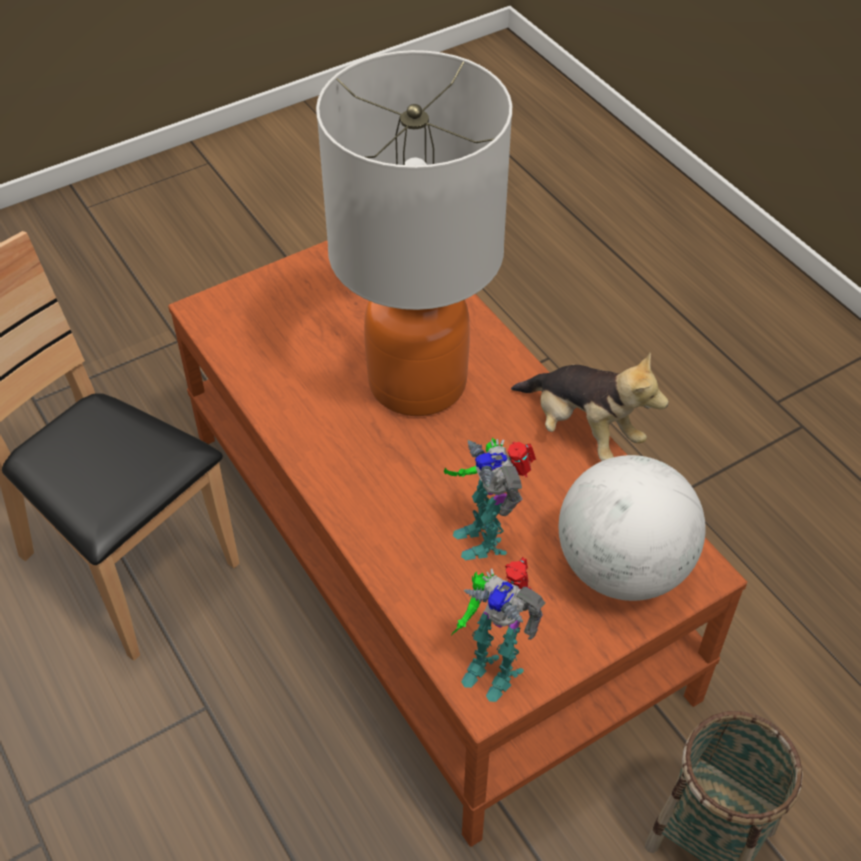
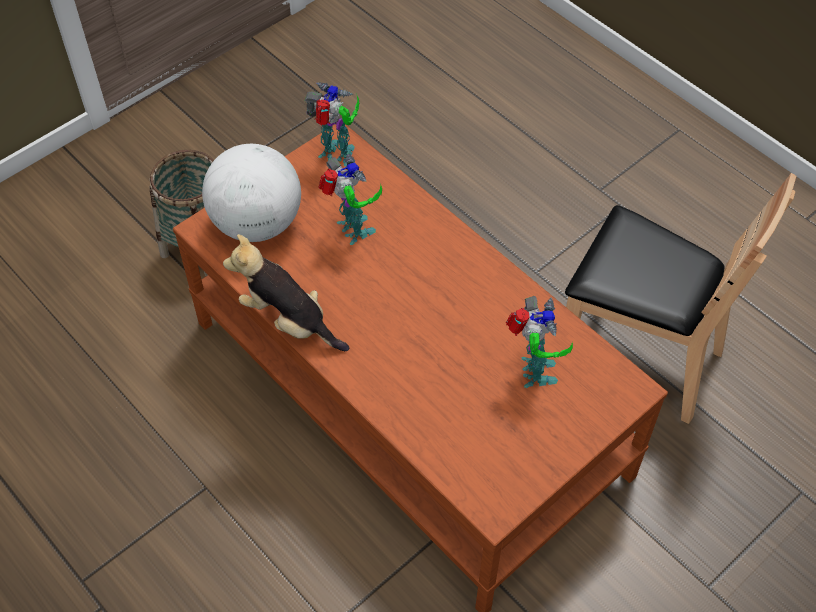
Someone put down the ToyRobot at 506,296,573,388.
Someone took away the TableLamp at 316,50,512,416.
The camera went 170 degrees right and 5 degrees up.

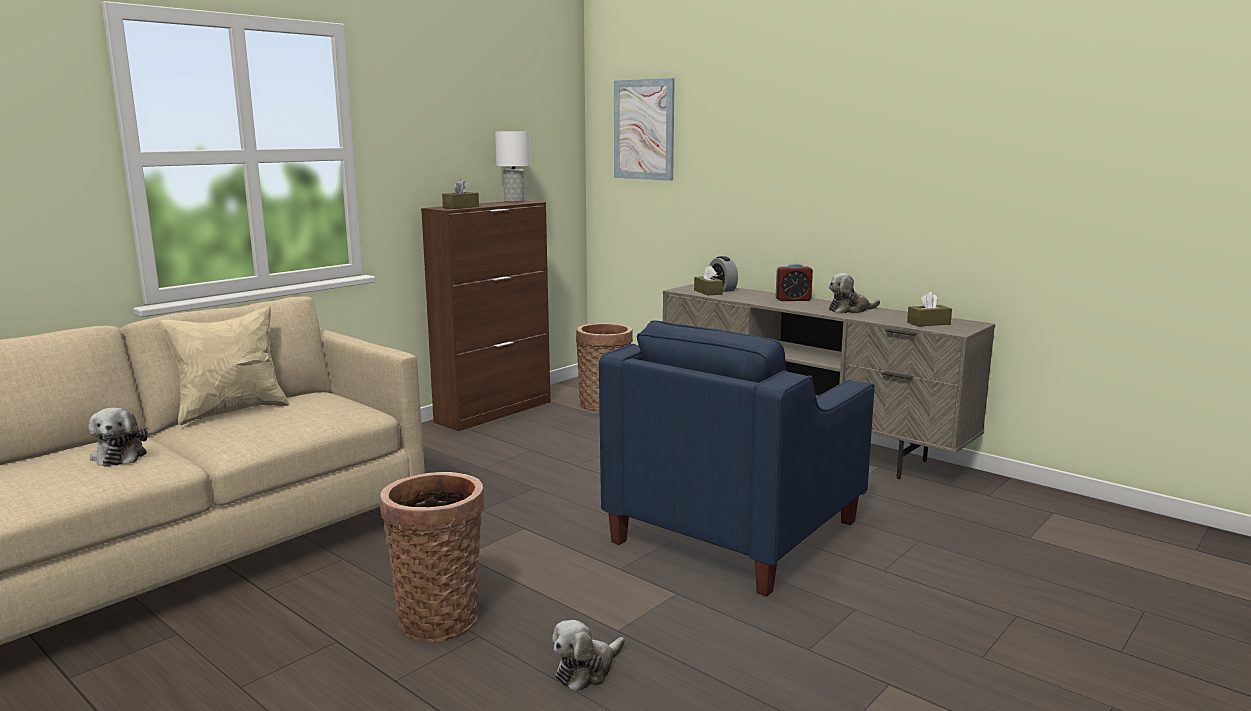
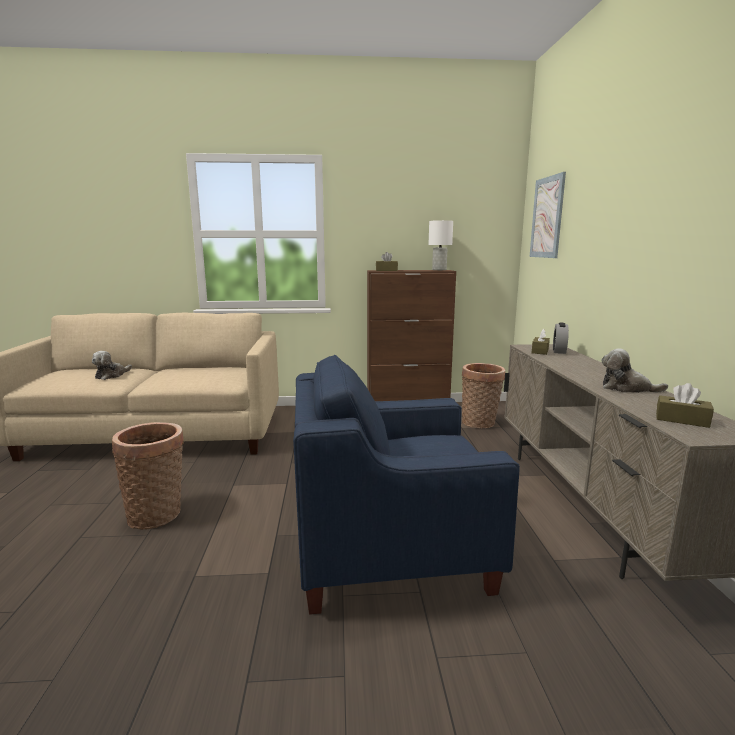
Someone took away the BeigePillow at 159,306,290,426.
Someone took away the PlushToy at 552,620,625,692.
Someone took away the AlarmClock at 776,263,813,301.
The camera went 45 degrees right and 0 degrees up.

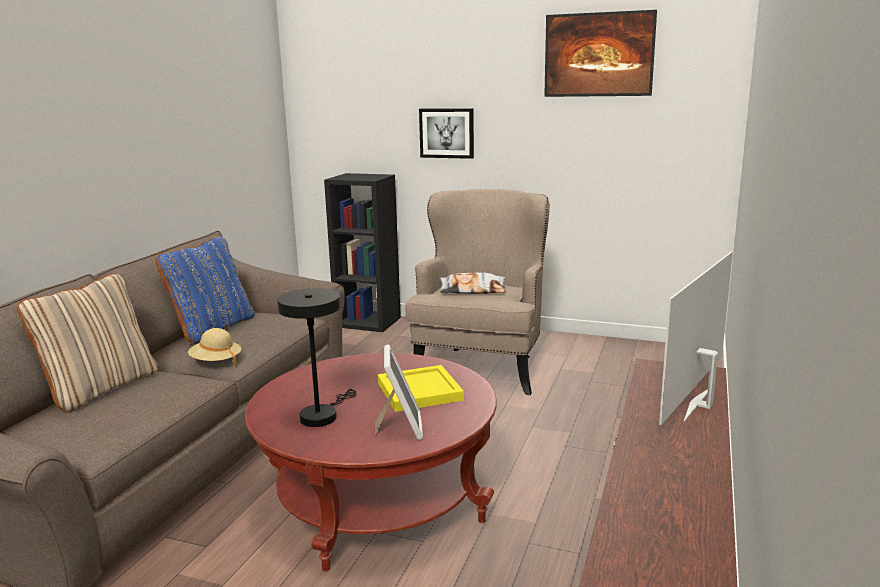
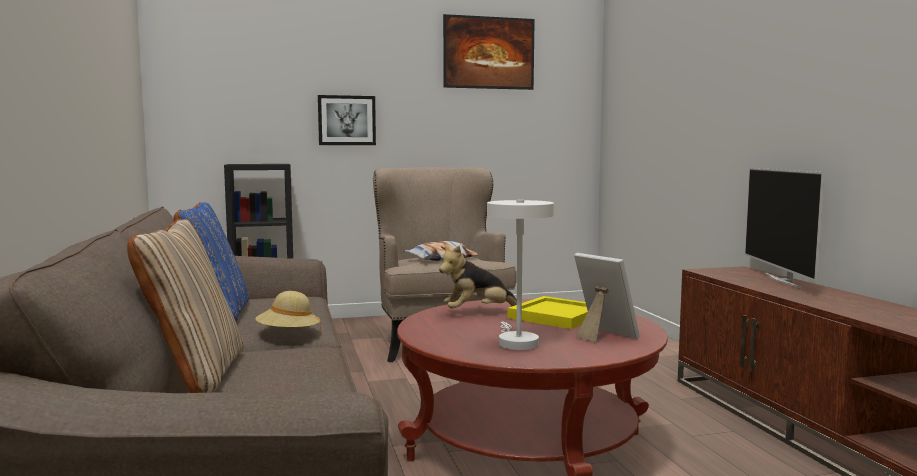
Someone put down the PlushToy at 439,245,517,308.
Someone repainted the BlackTableLamp at 277,288,357,427, which became the WhiteTableLamp at 487,200,554,350.
The camera went 35 degrees left and 10 degrees down.

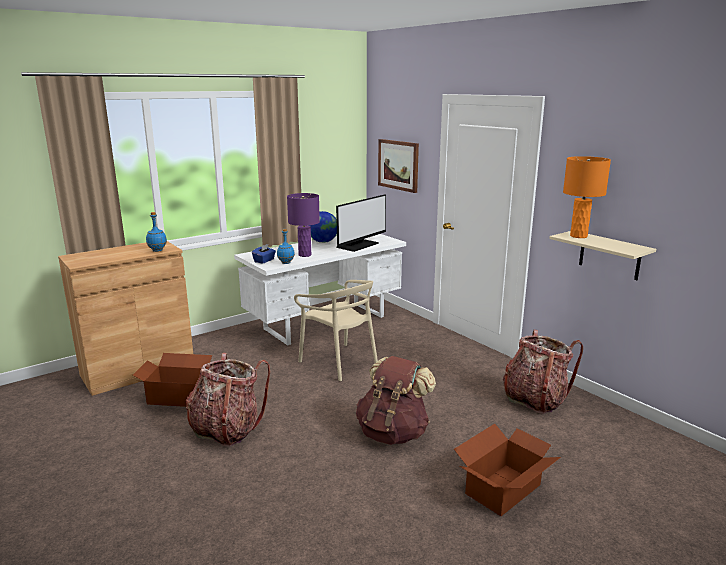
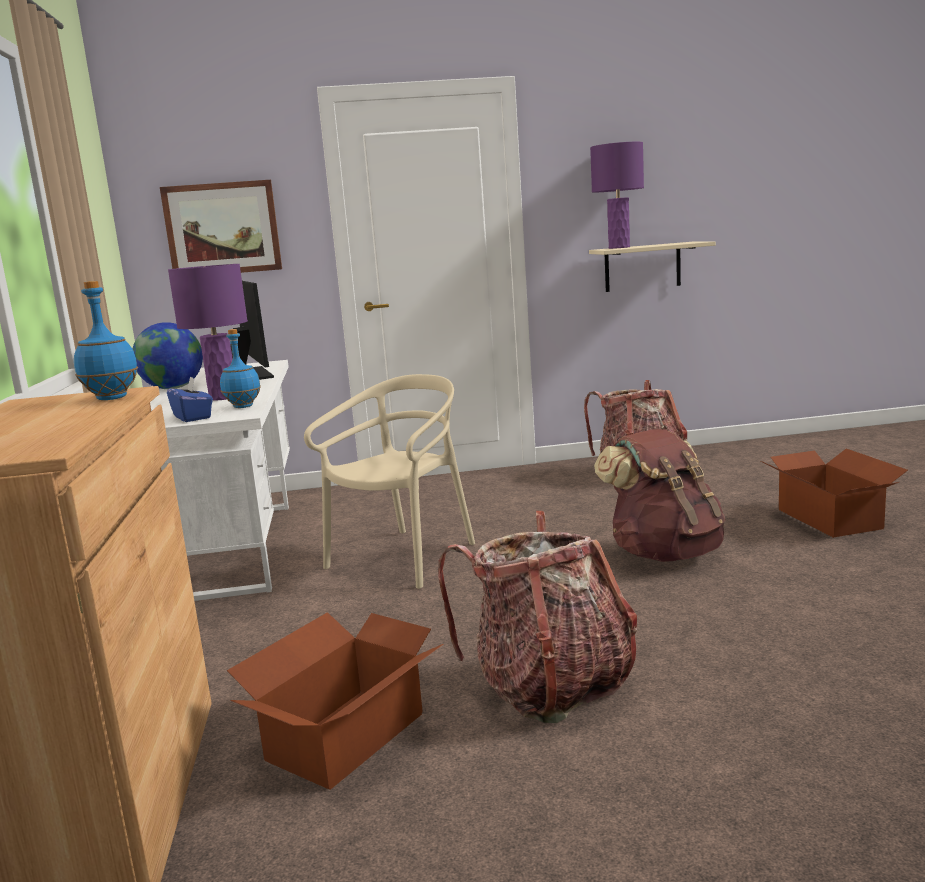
Someone rotated the BeigeChair at 294,280,378,381 by 45 degrees counterclockwise.
Someone repainted the OrangeTableLamp at 563,156,611,238, which became the PurpleTableLamp at 590,142,644,249.
The camera went 60 degrees left and 5 degrees down.

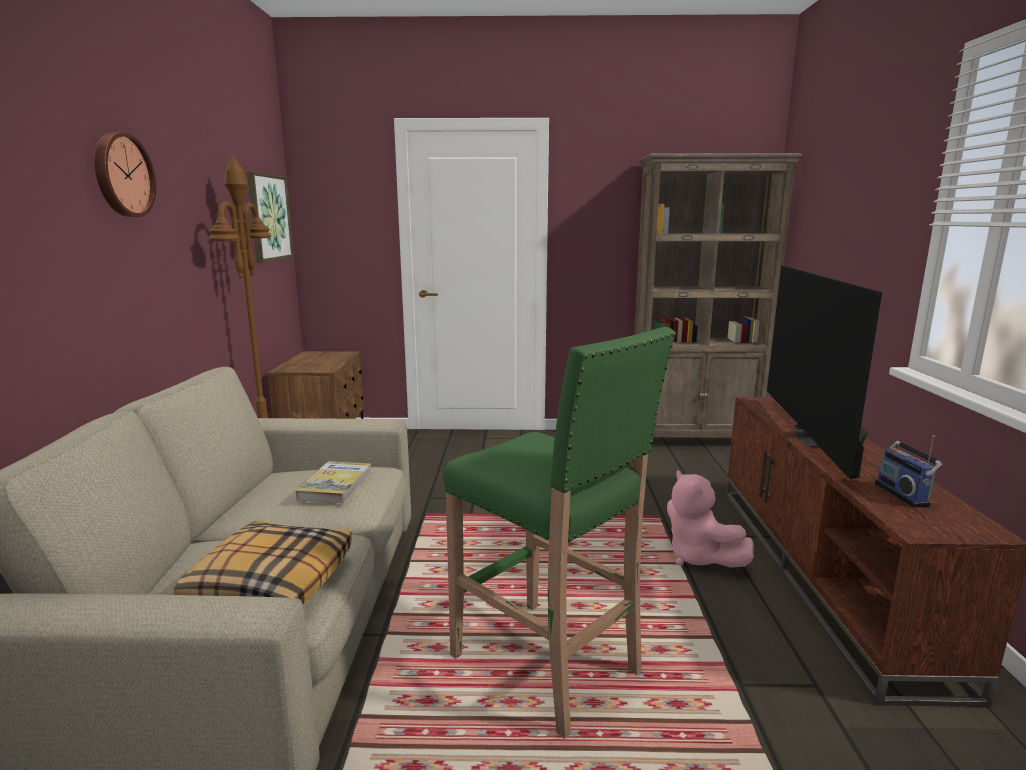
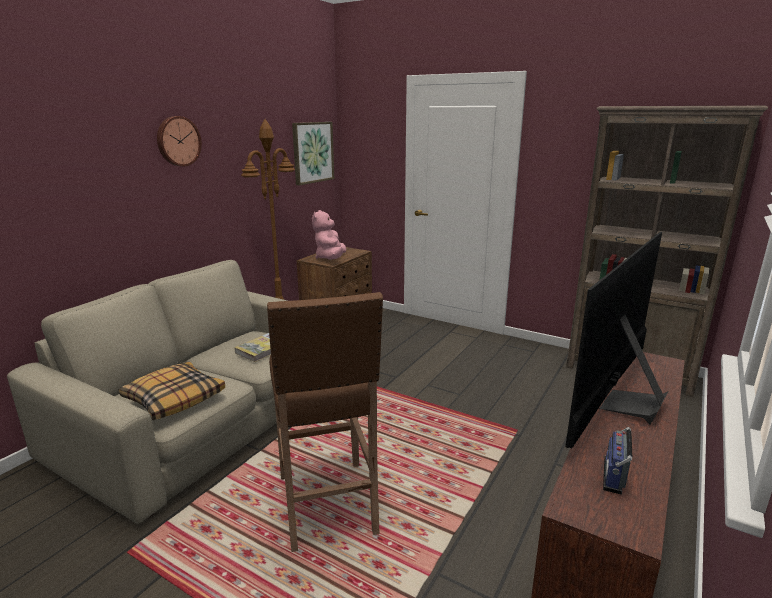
Someone repainted the GreenStool at 443,327,676,739, which became the BrownStool at 267,292,383,552.
Someone carried the PinkPlushToy from 667,470,754,568 to 312,210,346,260.
The camera went 30 degrees right and 5 degrees up.

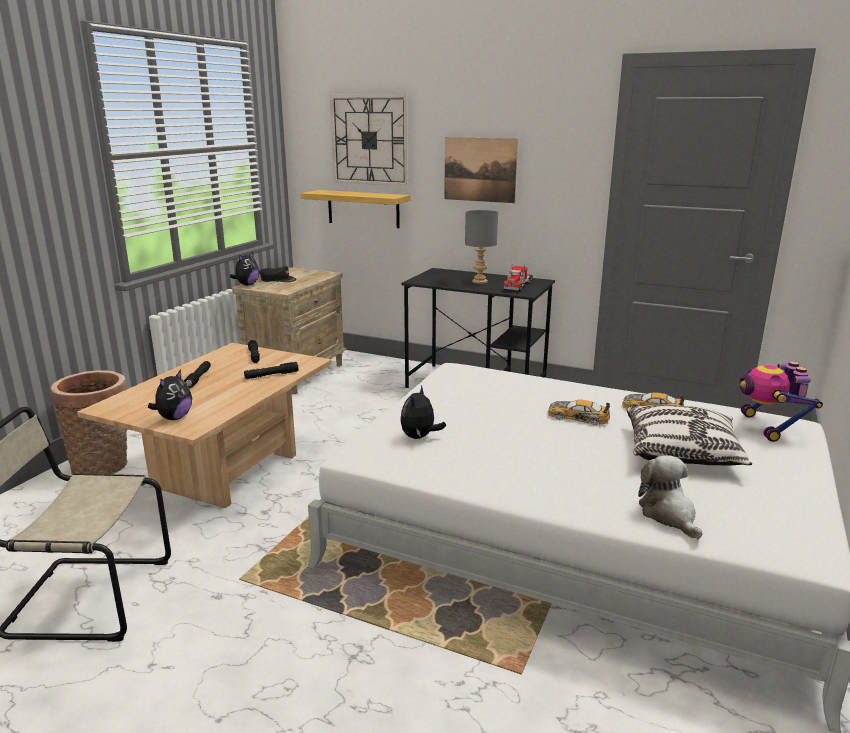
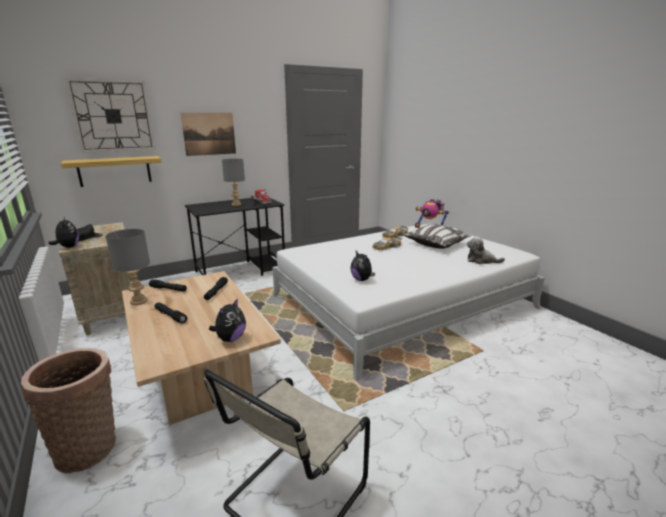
Someone put down the GreyTableLamp at 106,229,150,305.
Someone rotated the PlushToy at 148,370,192,420 by 60 degrees clockwise.
The camera went 55 degrees left and 0 degrees up.

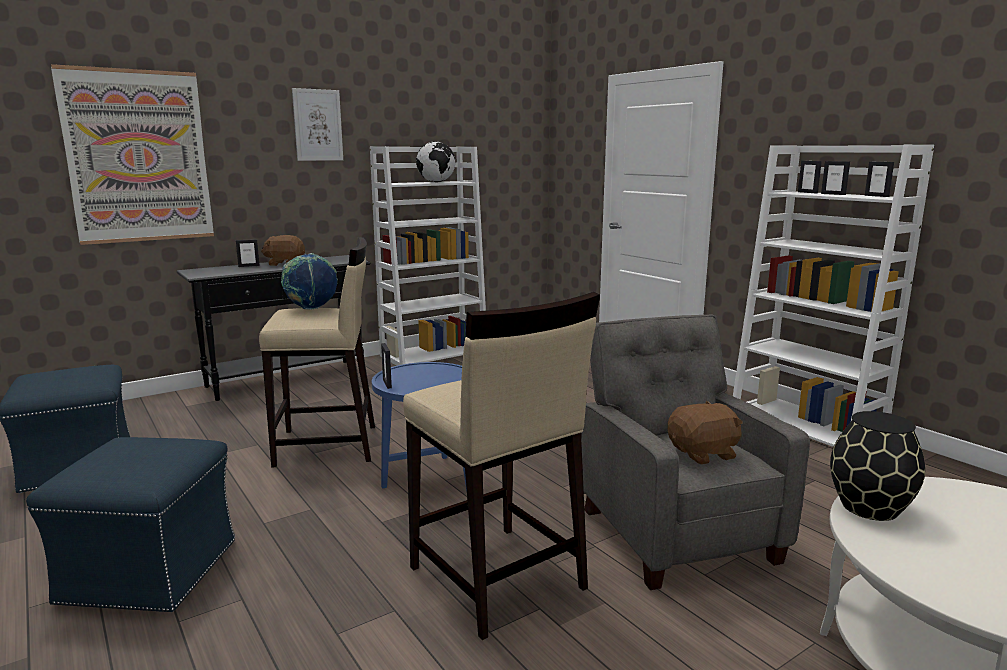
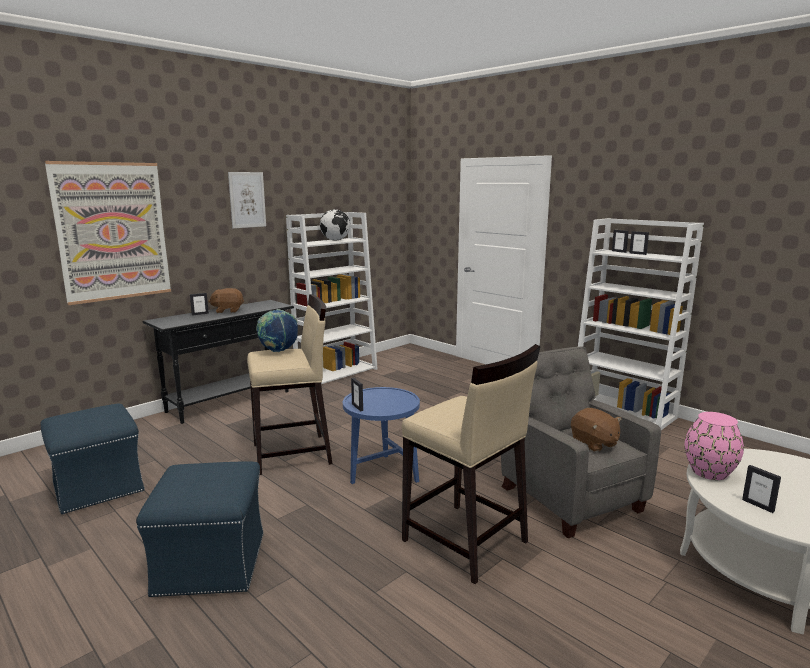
Someone rotated the BrownPlushToy at 668,401,743,465 by 90 degrees clockwise.
Someone repainted the BlackVase at 830,411,925,521, which became the PinkVase at 685,412,744,480.
Someone carried the PictureFrame from 865,162,894,197 to 742,465,781,513.
The camera went 10 degrees left and 0 degrees up.

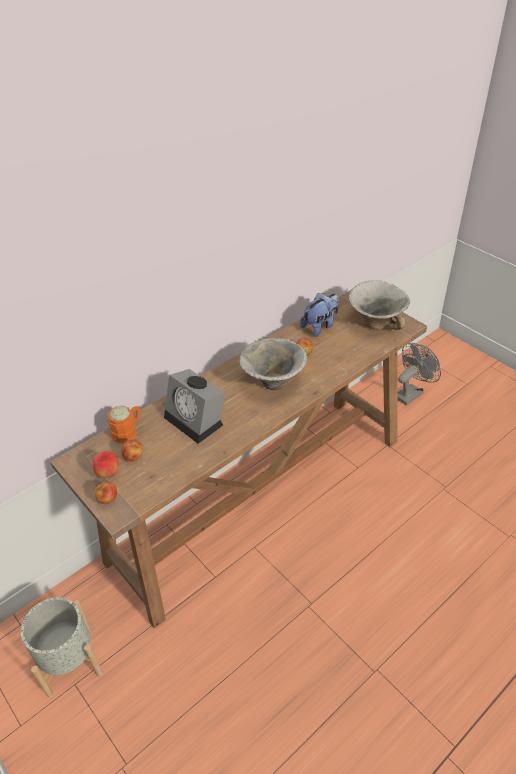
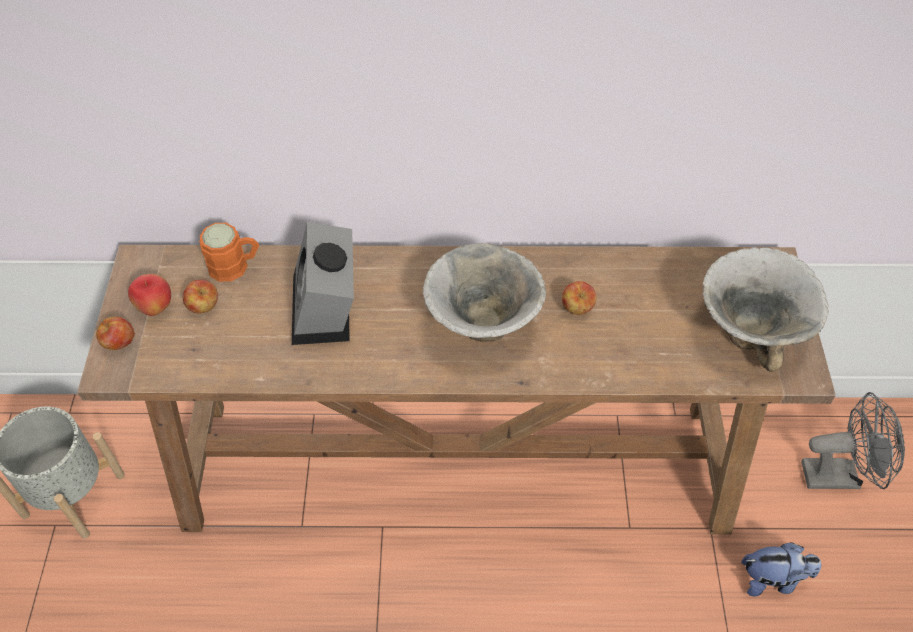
Someone carried the PlushToy from 300,293,339,337 to 741,542,821,596.
The camera went 40 degrees right and 10 degrees up.

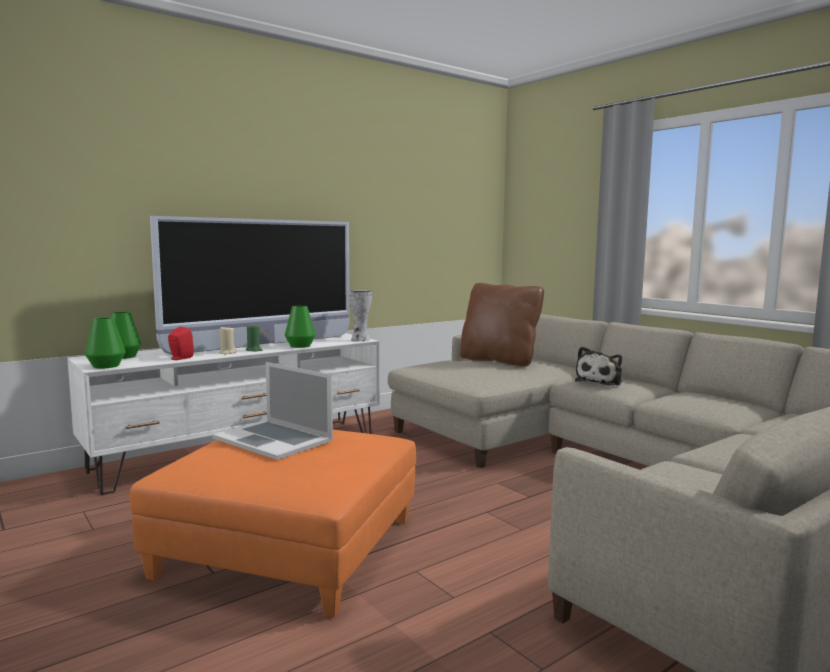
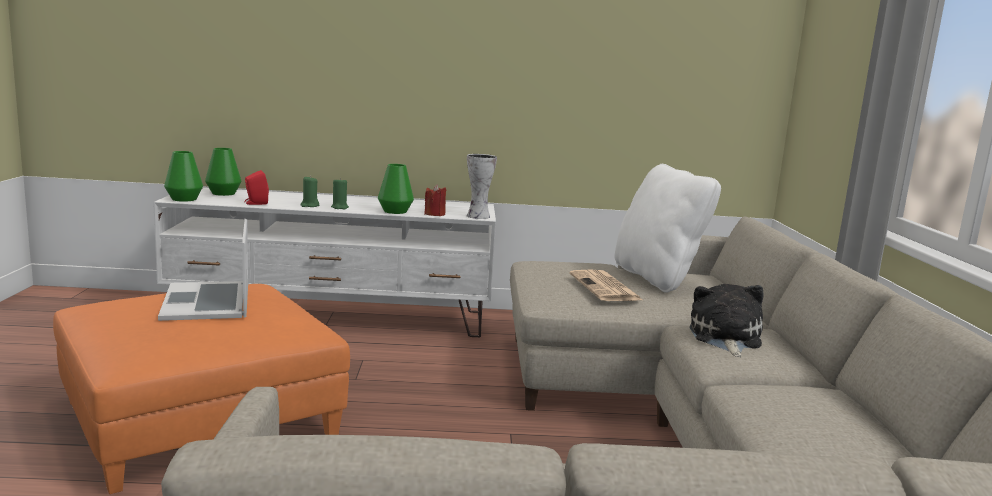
Someone repainted the BeigeCandle at 219,325,237,355, which became the GreenCandle at 300,176,319,207.
Someone put down the RedCandle at 424,184,446,216.
Someone put down the Newspaper at 570,270,644,301.
Someone repainted the BrownPillow at 460,283,544,367, which became the WhitePillow at 615,164,721,293.
Someone rotated the PlushToy at 575,346,623,386 by 120 degrees clockwise.
Someone took away the Television at 150,216,350,355.
The camera went 35 degrees right and 5 degrees up.

